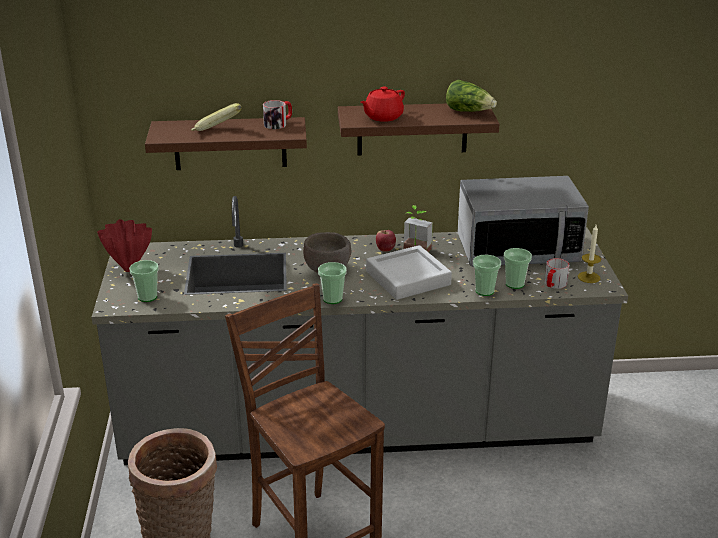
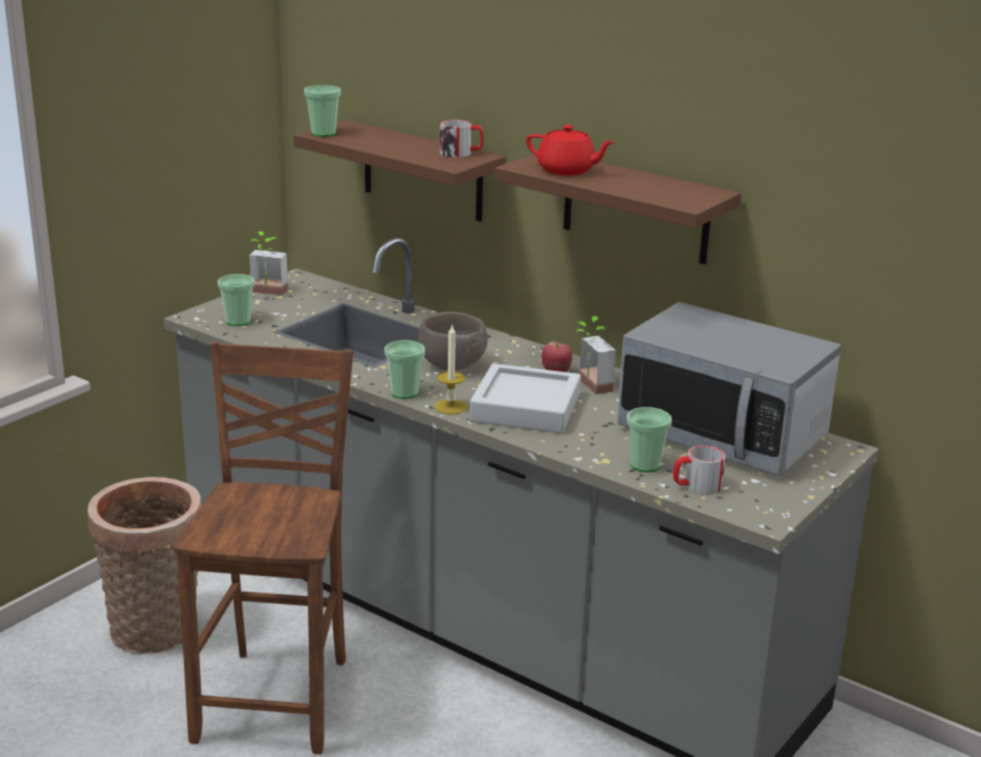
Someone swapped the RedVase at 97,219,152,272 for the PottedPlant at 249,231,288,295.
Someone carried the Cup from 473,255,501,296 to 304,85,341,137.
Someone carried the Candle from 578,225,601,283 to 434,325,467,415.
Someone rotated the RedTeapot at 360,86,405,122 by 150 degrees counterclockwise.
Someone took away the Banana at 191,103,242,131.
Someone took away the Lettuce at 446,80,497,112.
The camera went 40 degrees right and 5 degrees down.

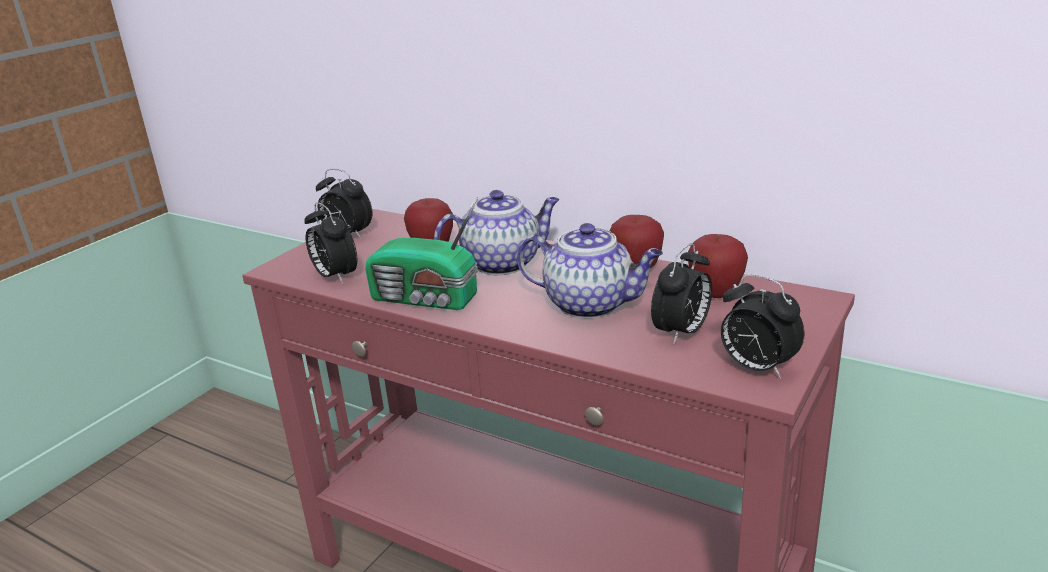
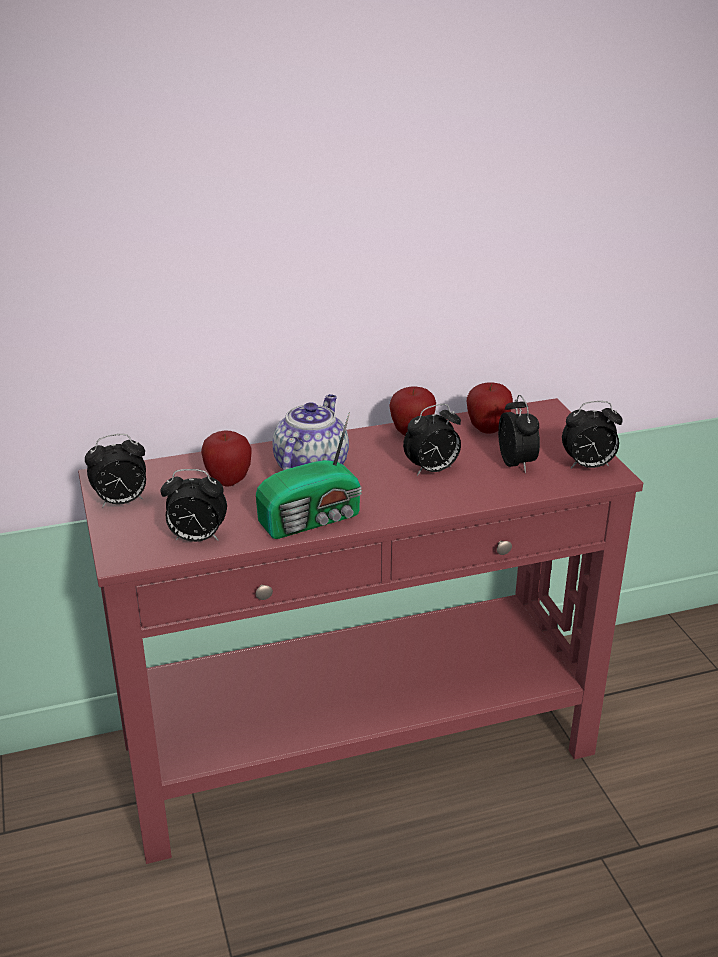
Someone swapped the Teapot at 517,223,663,319 for the AlarmClock at 403,404,461,476.
The camera went 50 degrees left and 5 degrees up.

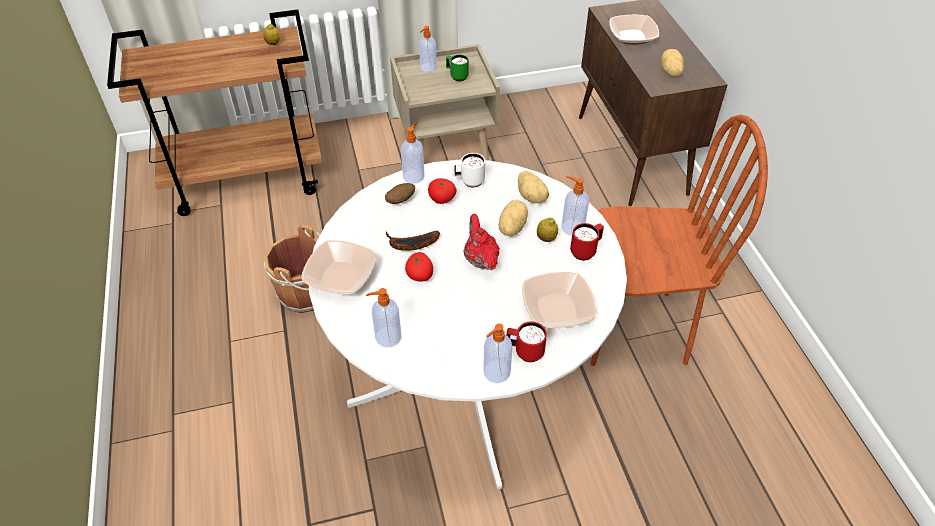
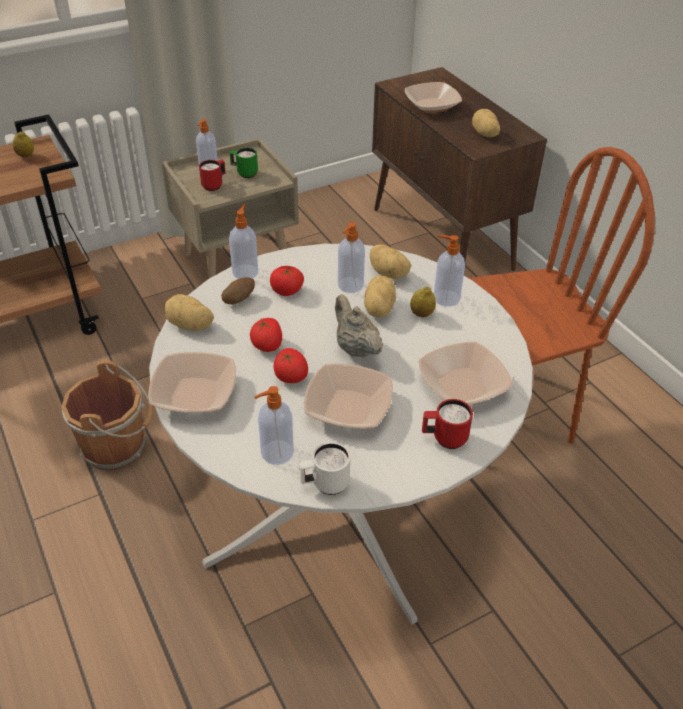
Someone put down the Potato at 165,294,214,331.
Someone carried the RedMug from 570,223,604,260 to 199,159,226,191.
Someone swapped the Banana at 386,231,440,251 for the Tomato at 250,318,282,352.
Someone carried the WhiteMug from 452,153,485,187 to 299,442,350,495.
Someone put down the Bowl at 303,363,393,429.
Someone repainted the RedTeapot at 463,214,500,270, which became the BeigeTeapot at 335,294,383,358.
Someone carried the SoapDispenser from 483,324,513,383 to 338,222,365,293.
The camera went 15 degrees left and 5 degrees down.

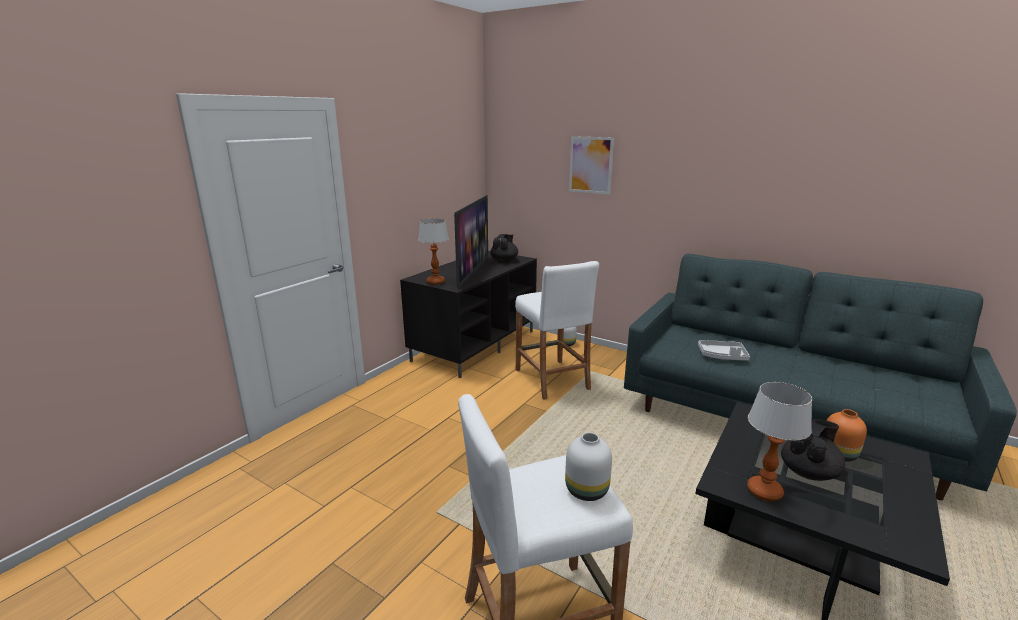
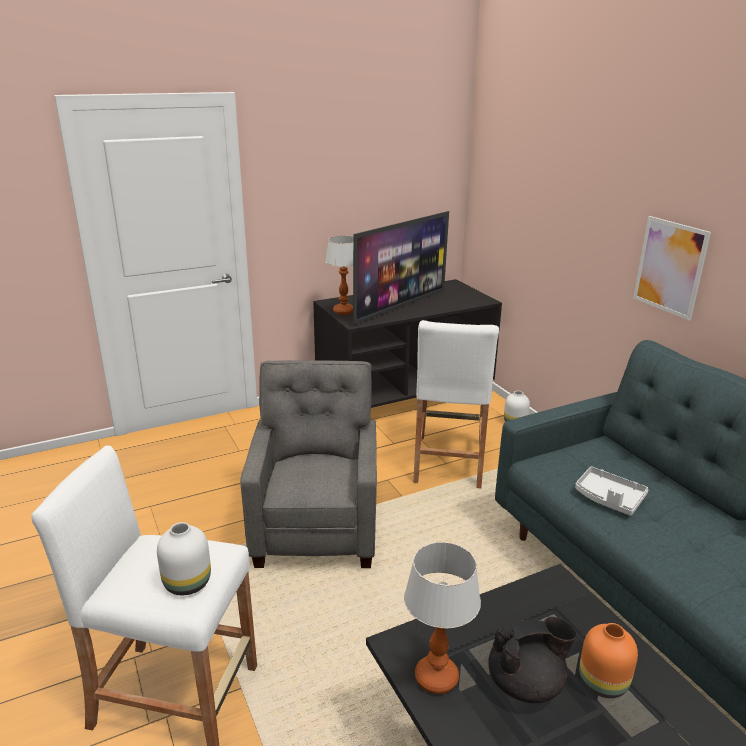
Someone put down the GreyArmchair at 240,360,377,568.
Someone carried the Picture from 569,136,614,195 to 633,216,711,320.
Someone took away the BlackTeapot at 490,234,518,262.
The camera went 30 degrees right and 5 degrees up.

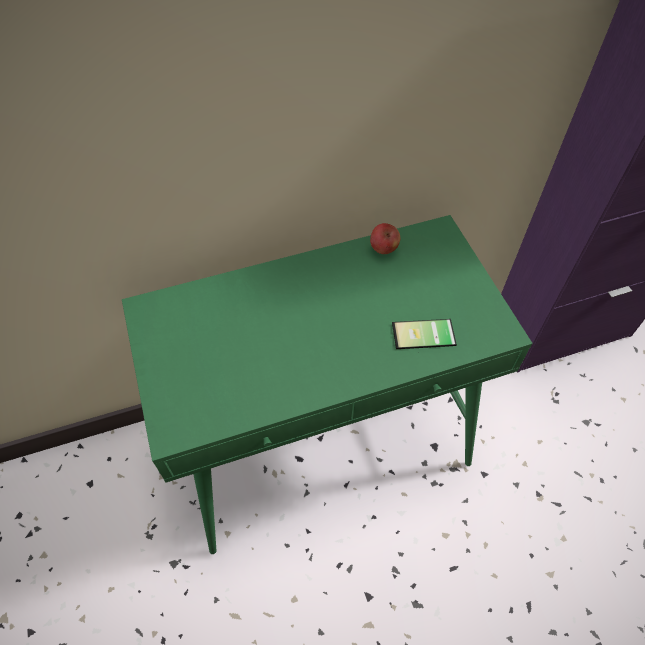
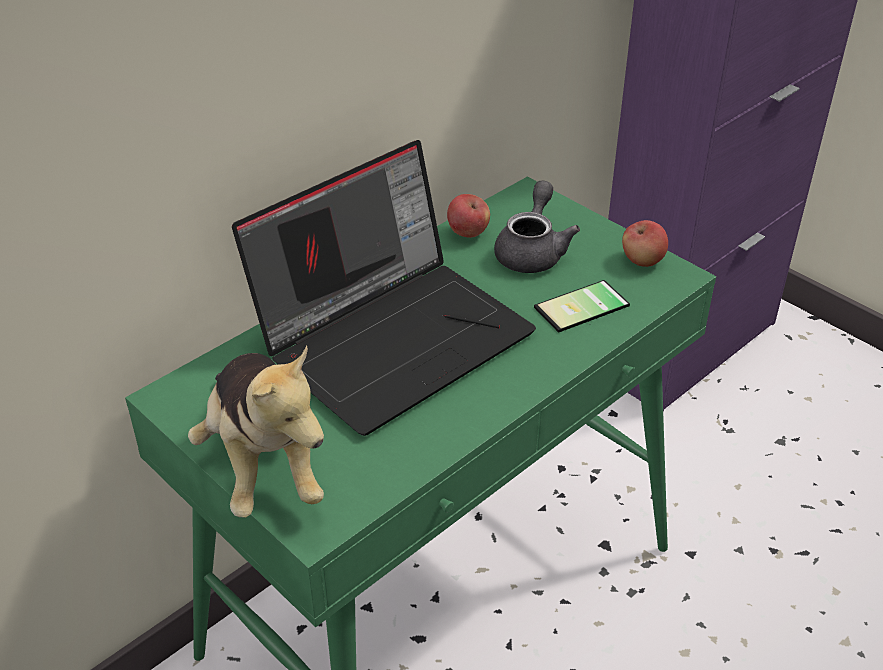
Someone put down the PlushToy at 188,346,324,518.
Someone put down the Laptop at 232,140,536,436.
Someone put down the GreyTeapot at 494,181,580,273.
Someone put down the Apple at 622,220,668,267.
The camera went 25 degrees left and 15 degrees down.

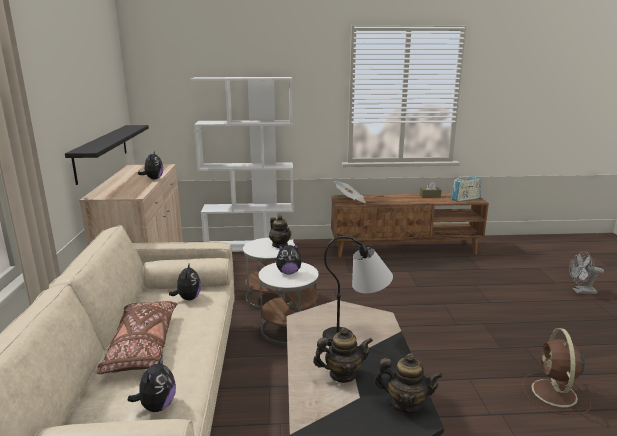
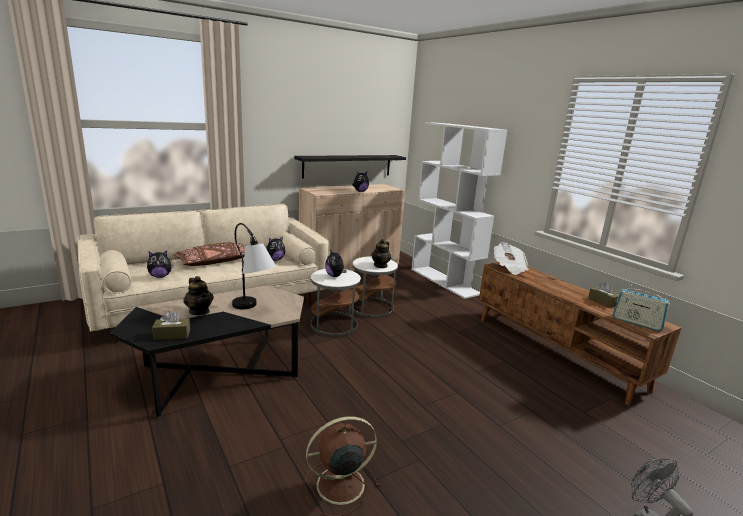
Someone swapped the Teapot at 374,353,443,414 for the BrownTissueBox at 152,311,190,340.
The camera went 60 degrees right and 0 degrees up.

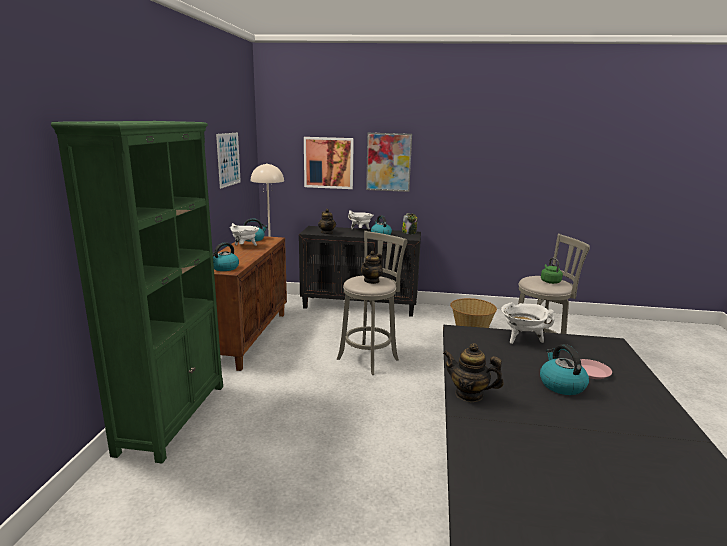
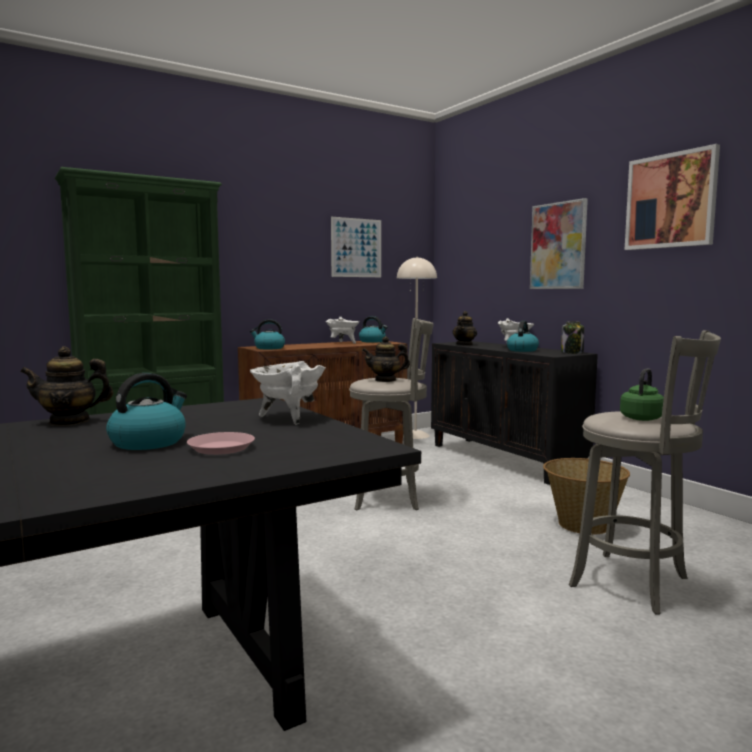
Someone rotated the Teapot at 443,343,504,402 by 90 degrees counterclockwise.
Someone carried the Picture from 304,137,354,189 to 625,144,720,250.
The camera went 50 degrees right and 10 degrees down.

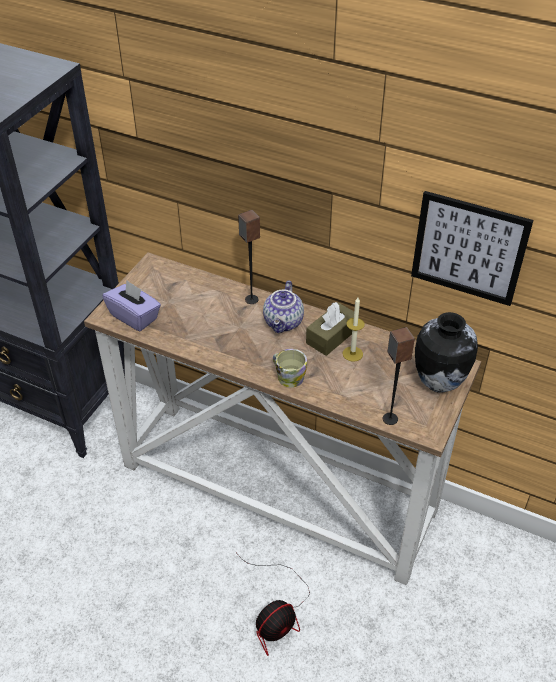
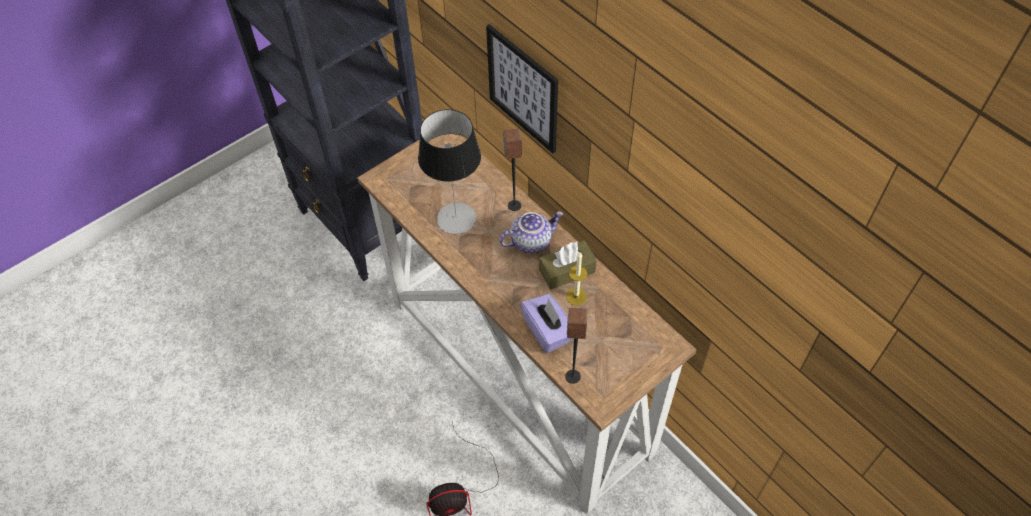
Someone put down the TableLamp at 418,109,481,234.
Someone carried the Picture from 411,191,534,306 to 486,24,558,153.
Someone rotated the Teapot at 263,280,304,333 by 150 degrees counterclockwise.
Someone carried the PurpleTissueBox from 103,280,161,331 to 520,294,572,353.
Someone took away the Mug at 273,349,307,388.
Someone took away the Vase at 415,312,478,393.
The camera went 25 degrees right and 10 degrees up.

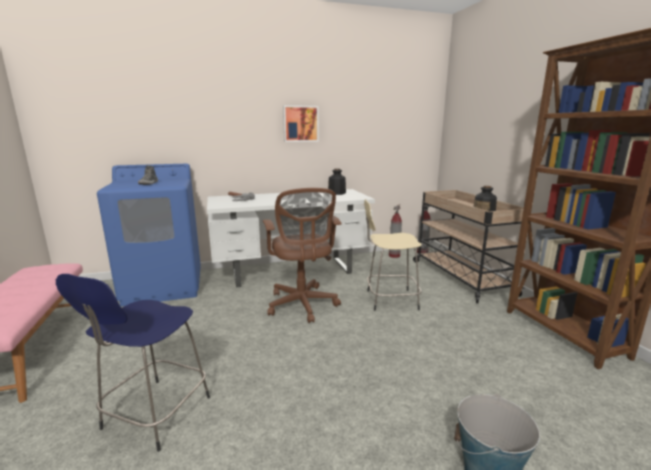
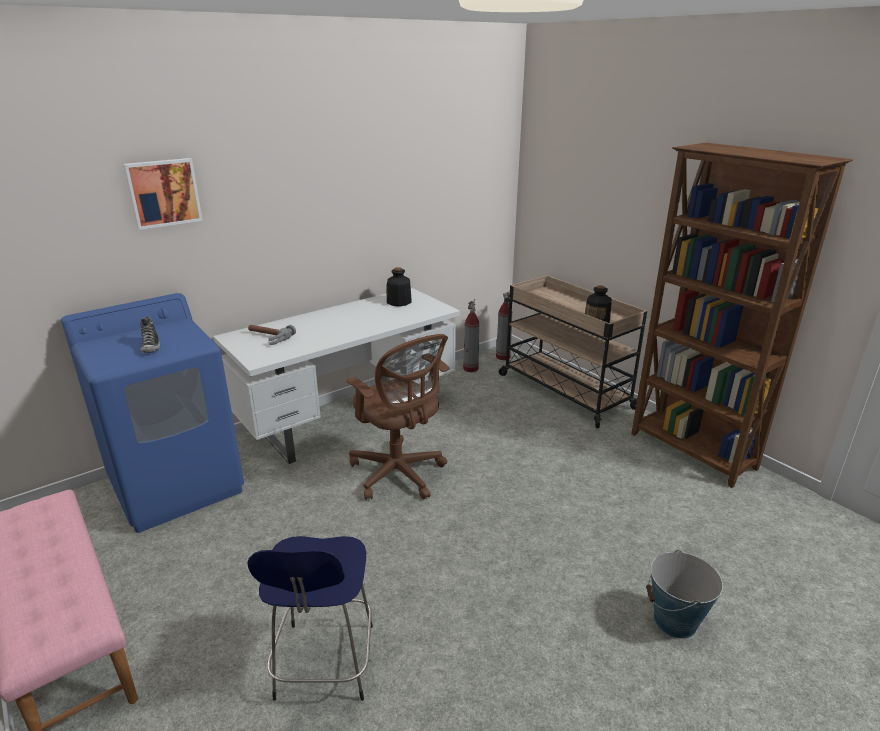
Someone carried the Picture from 283,105,319,142 to 123,158,203,230.
Someone took away the BeigeStool at 364,199,422,311.
The camera went 20 degrees left and 10 degrees up.

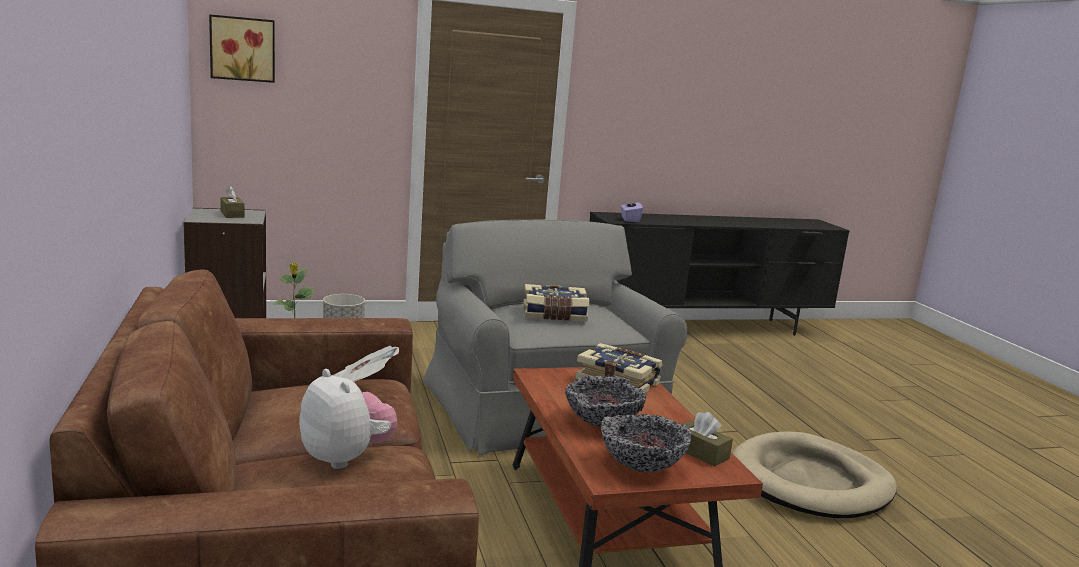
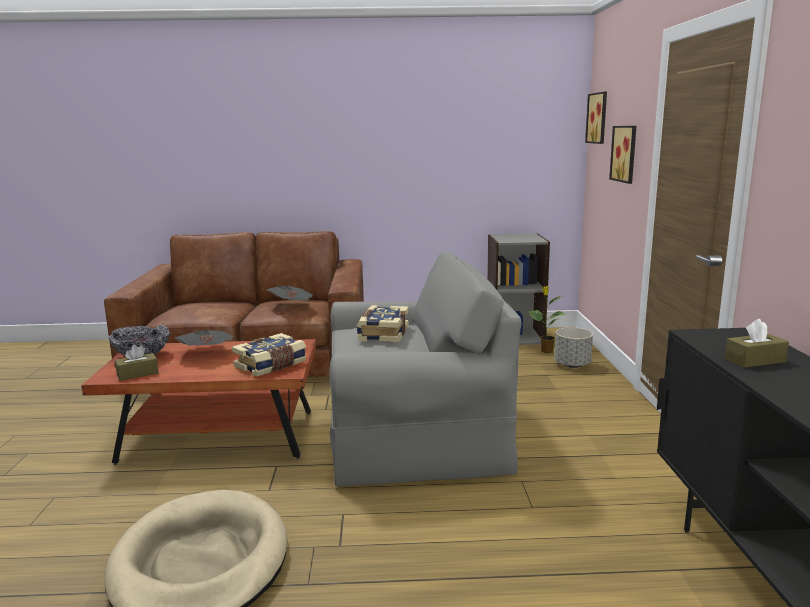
Someone swapped the Bowl at 565,375,646,427 for the Newspaper at 174,330,234,346.
Someone put up the Picture at 609,126,636,184.
Someone carried the BrownTissueBox from 220,186,245,218 to 725,319,789,368.
Someone took away the PlushToy at 299,369,397,469.
Someone took away the PurpleTissueBox at 621,197,643,222.
The camera went 105 degrees right and 0 degrees up.

